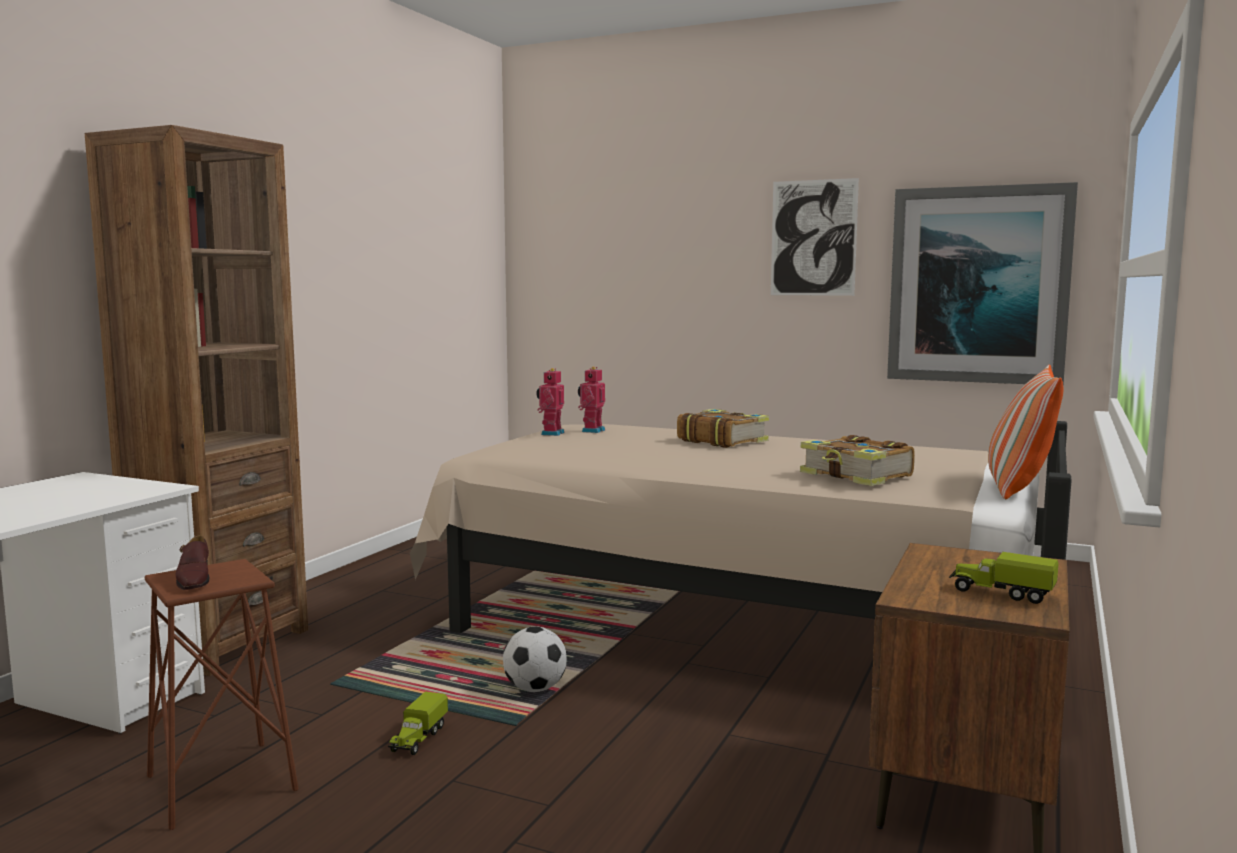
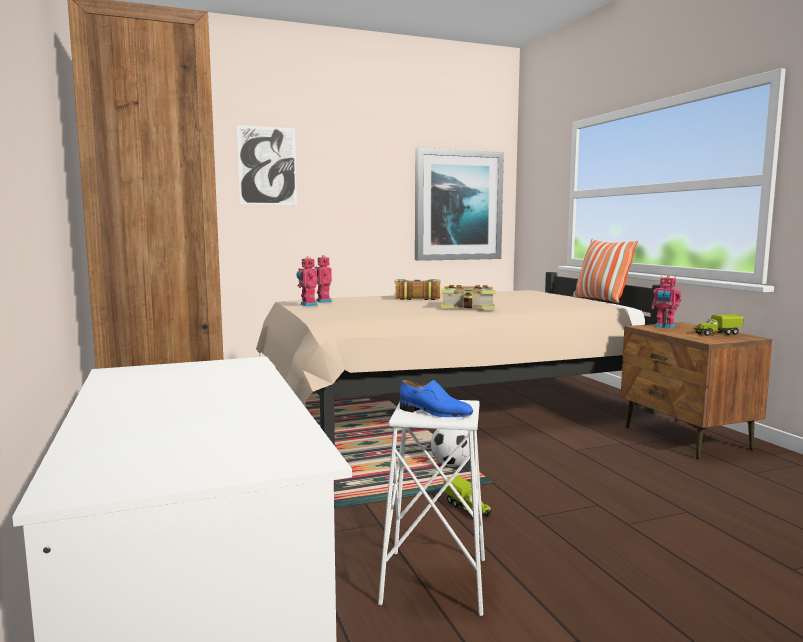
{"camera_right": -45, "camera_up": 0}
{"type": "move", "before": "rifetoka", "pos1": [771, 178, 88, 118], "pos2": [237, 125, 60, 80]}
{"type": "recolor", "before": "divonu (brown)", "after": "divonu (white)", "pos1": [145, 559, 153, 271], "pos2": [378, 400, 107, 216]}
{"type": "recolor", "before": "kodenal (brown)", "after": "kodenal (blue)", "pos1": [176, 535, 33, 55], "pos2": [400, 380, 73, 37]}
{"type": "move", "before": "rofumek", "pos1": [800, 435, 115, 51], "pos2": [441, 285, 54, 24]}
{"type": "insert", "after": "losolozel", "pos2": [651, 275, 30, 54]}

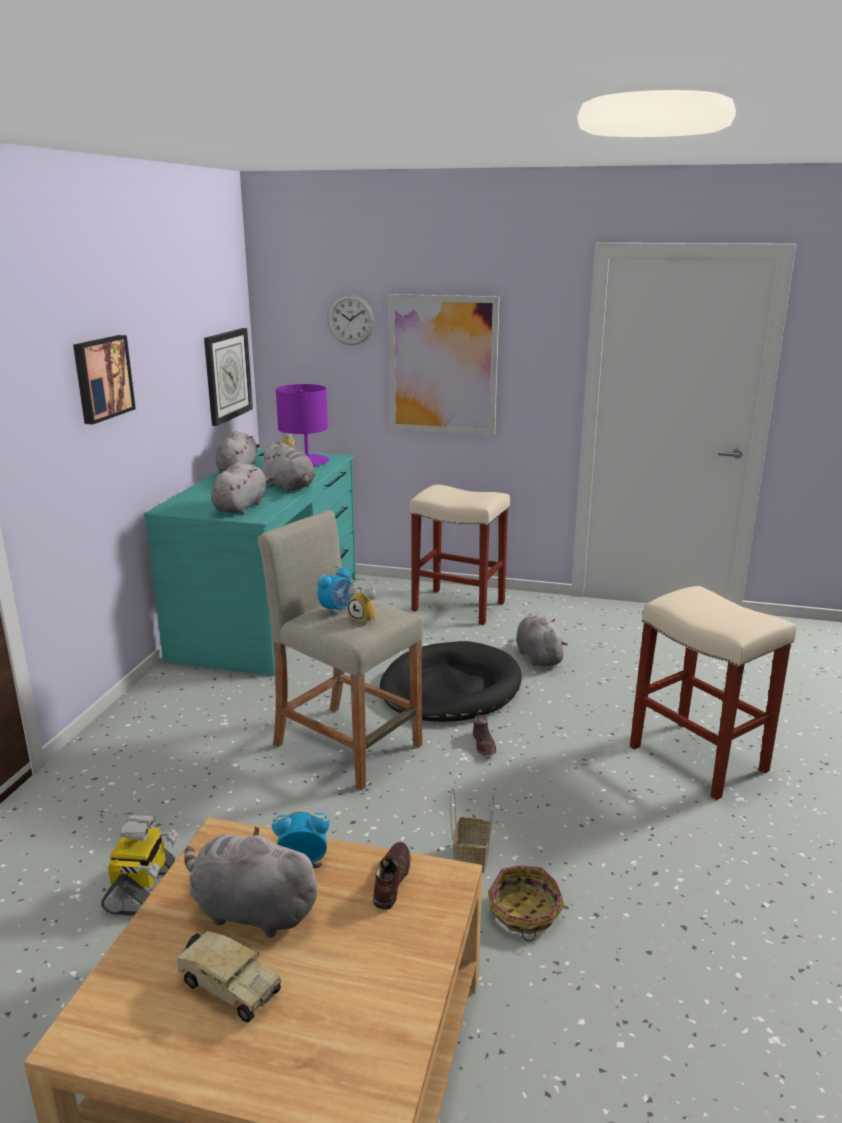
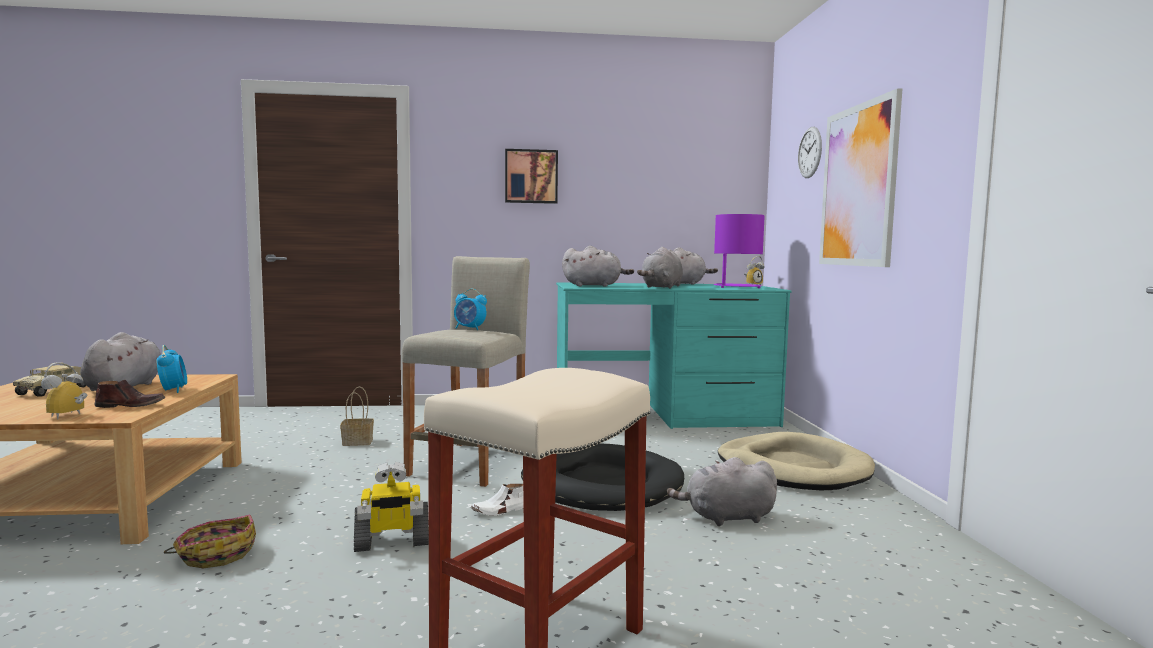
{"camera_right": 70, "camera_up": -15}
{"type": "move", "before": "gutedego", "pos1": [348, 577, 28, 48], "pos2": [41, 362, 46, 58]}
{"type": "move", "before": "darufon", "pos1": [450, 788, 44, 85], "pos2": [340, 386, 34, 60]}
{"type": "move", "before": "losolozel", "pos1": [101, 815, 77, 101], "pos2": [354, 462, 75, 90]}
{"type": "recolor", "before": "kodenal (brown)", "after": "kodenal (white)", "pos1": [473, 715, 23, 40], "pos2": [471, 484, 53, 32]}
{"type": "rotate", "before": "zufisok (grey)", "pos1": [516, 615, 52, 51], "pos2": [667, 457, 110, 69], "turn": -150}
{"type": "replace", "before": "divonu (beige)", "after": "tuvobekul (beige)", "pos1": [410, 484, 100, 141], "pos2": [718, 432, 157, 58]}
{"type": "delete", "before": "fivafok", "pos1": [204, 328, 49, 98]}

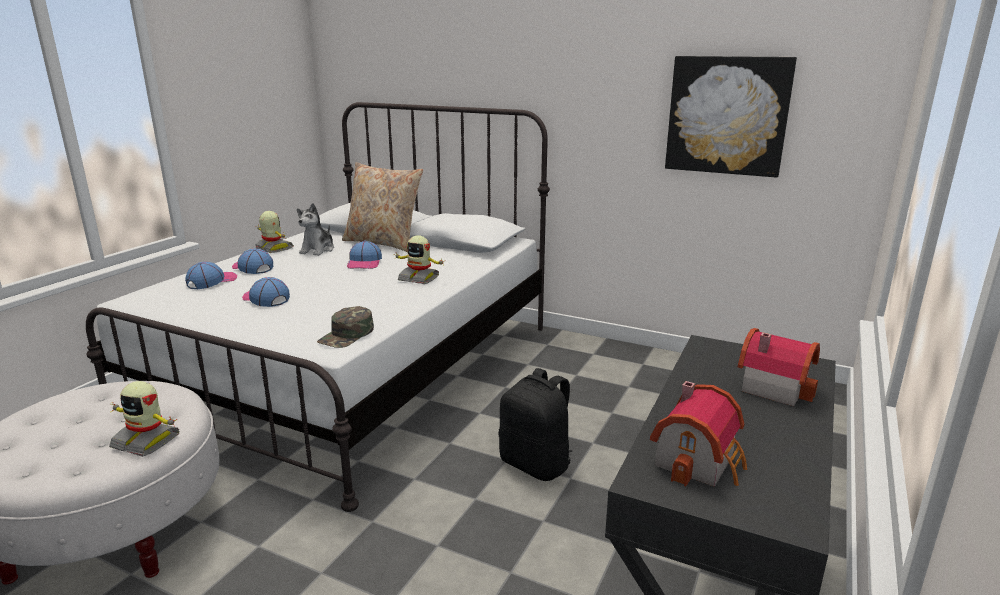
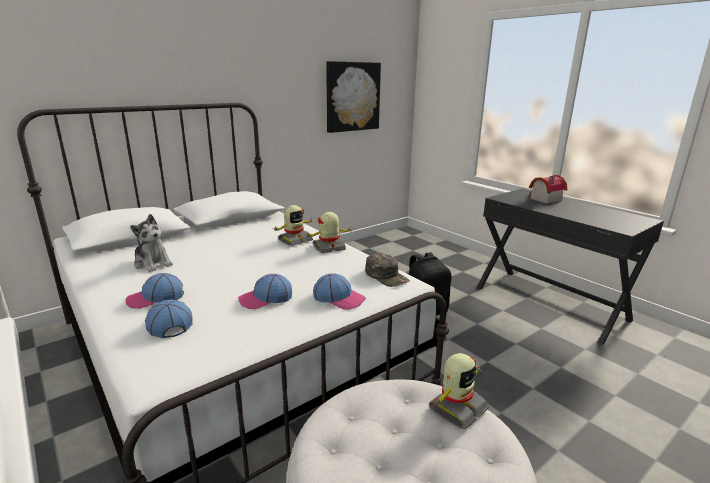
{"camera_right": -65, "camera_up": 0}
{"type": "move", "before": "losolozel", "pos1": [255, 211, 39, 42], "pos2": [305, 212, 47, 41]}
{"type": "move", "before": "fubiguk", "pos1": [347, 240, 35, 29], "pos2": [313, 273, 53, 37]}
{"type": "delete", "before": "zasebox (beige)", "pos1": [342, 162, 81, 90]}
{"type": "delete", "before": "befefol", "pos1": [650, 381, 97, 106]}

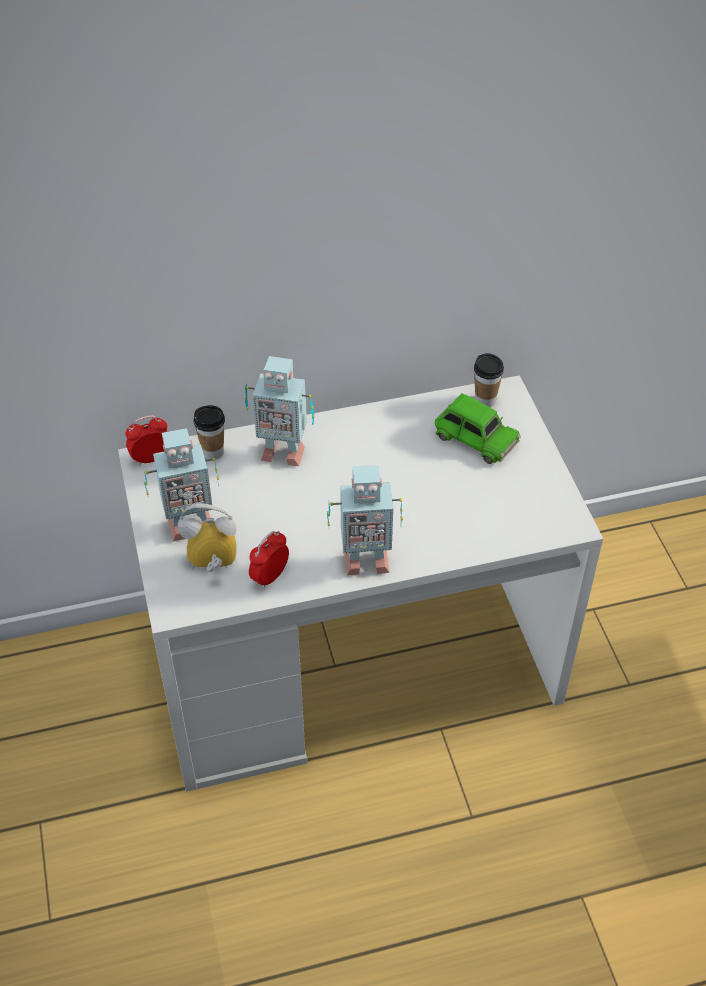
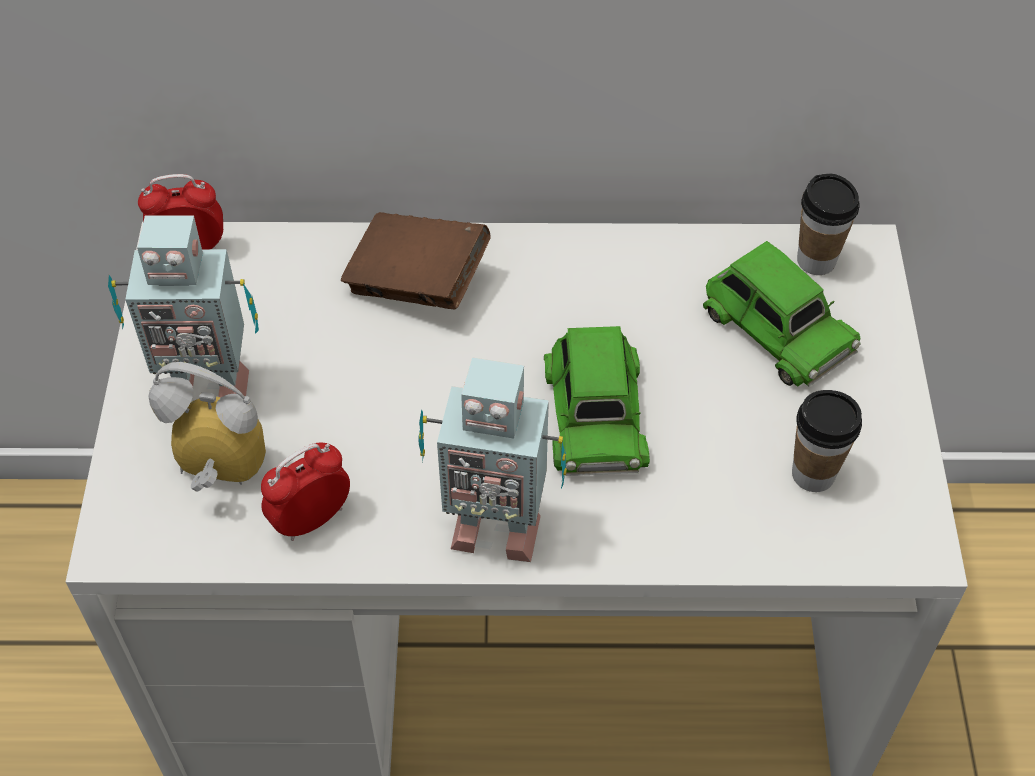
{"camera_right": 15, "camera_up": 5}
{"type": "replace", "before": "losolozel", "after": "rofumek (brown)", "pos1": [245, 356, 70, 110], "pos2": [341, 212, 149, 97]}
{"type": "insert", "after": "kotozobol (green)", "pos2": [544, 326, 106, 150]}
{"type": "move", "before": "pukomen", "pos1": [193, 405, 32, 55], "pos2": [792, 390, 70, 102]}

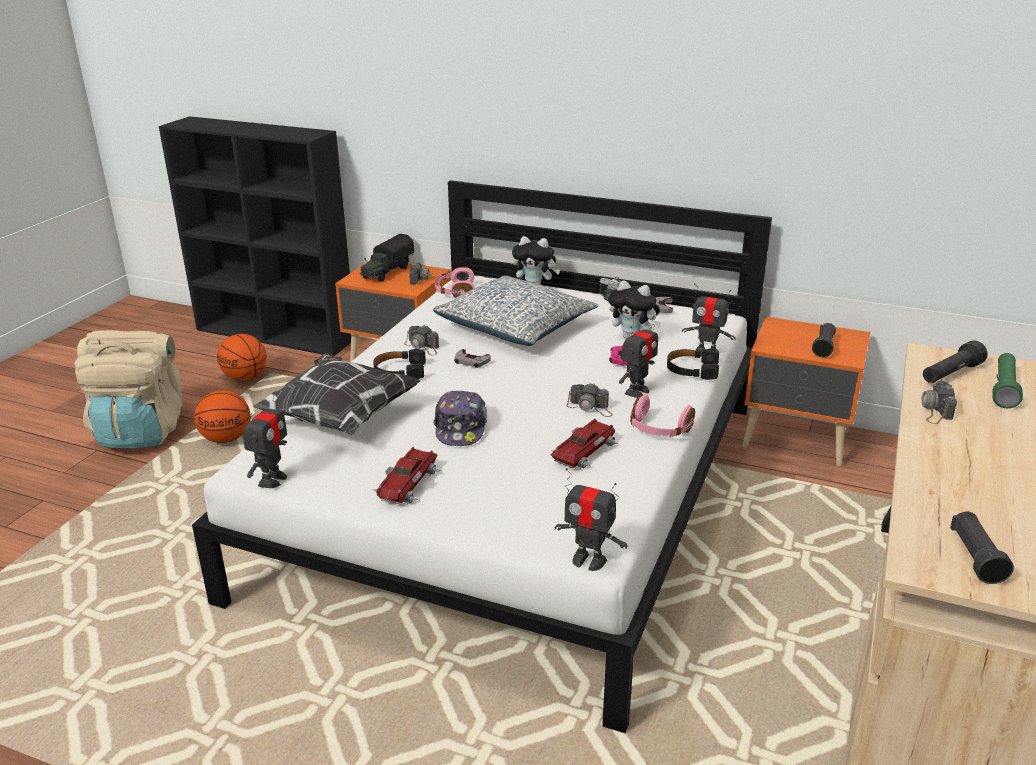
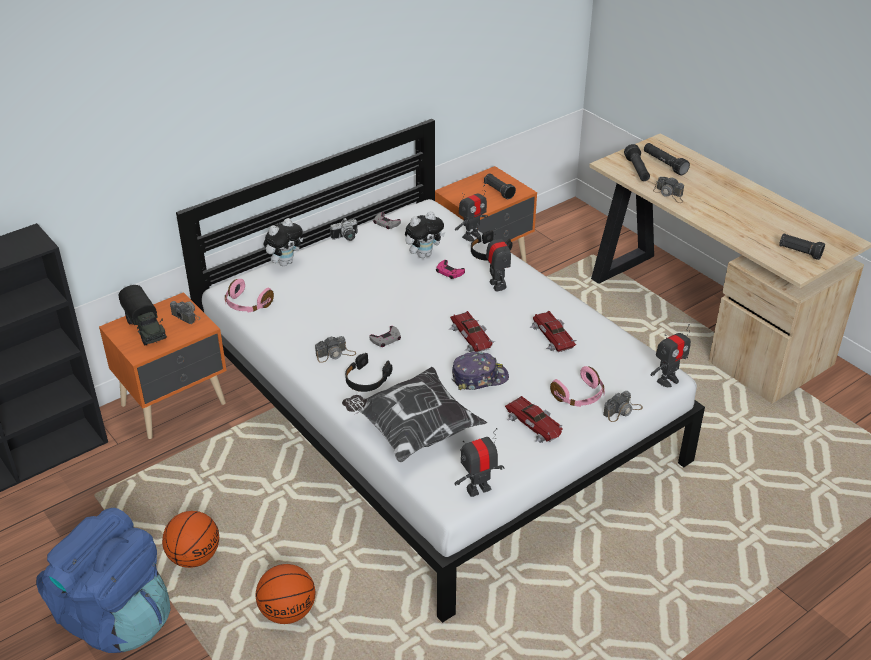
{"camera_right": -60, "camera_up": 10}
{"type": "recolor", "before": "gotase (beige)", "after": "gotase (blue)", "pos1": [75, 330, 107, 118], "pos2": [36, 508, 135, 145]}
{"type": "move", "before": "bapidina", "pos1": [217, 334, 50, 47], "pos2": [256, 564, 59, 60]}
{"type": "insert", "after": "kotozobol", "pos2": [449, 311, 46, 41]}
{"type": "rotate", "before": "fubiguk", "pos1": [433, 391, 54, 55], "pos2": [452, 352, 57, 38], "turn": -45}
{"type": "rotate", "before": "losolozel", "pos1": [243, 392, 44, 96], "pos2": [454, 428, 51, 69], "turn": -75}
{"type": "move", "before": "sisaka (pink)", "pos1": [630, 395, 65, 42], "pos2": [550, 366, 55, 41]}
{"type": "move", "before": "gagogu", "pos1": [567, 383, 46, 34], "pos2": [603, 391, 40, 31]}
{"type": "recolor", "before": "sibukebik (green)", "after": "sibukebik (black)", "pos1": [992, 353, 31, 55], "pos2": [644, 143, 46, 33]}
{"type": "delete", "before": "zasebox", "pos1": [433, 275, 165, 71]}

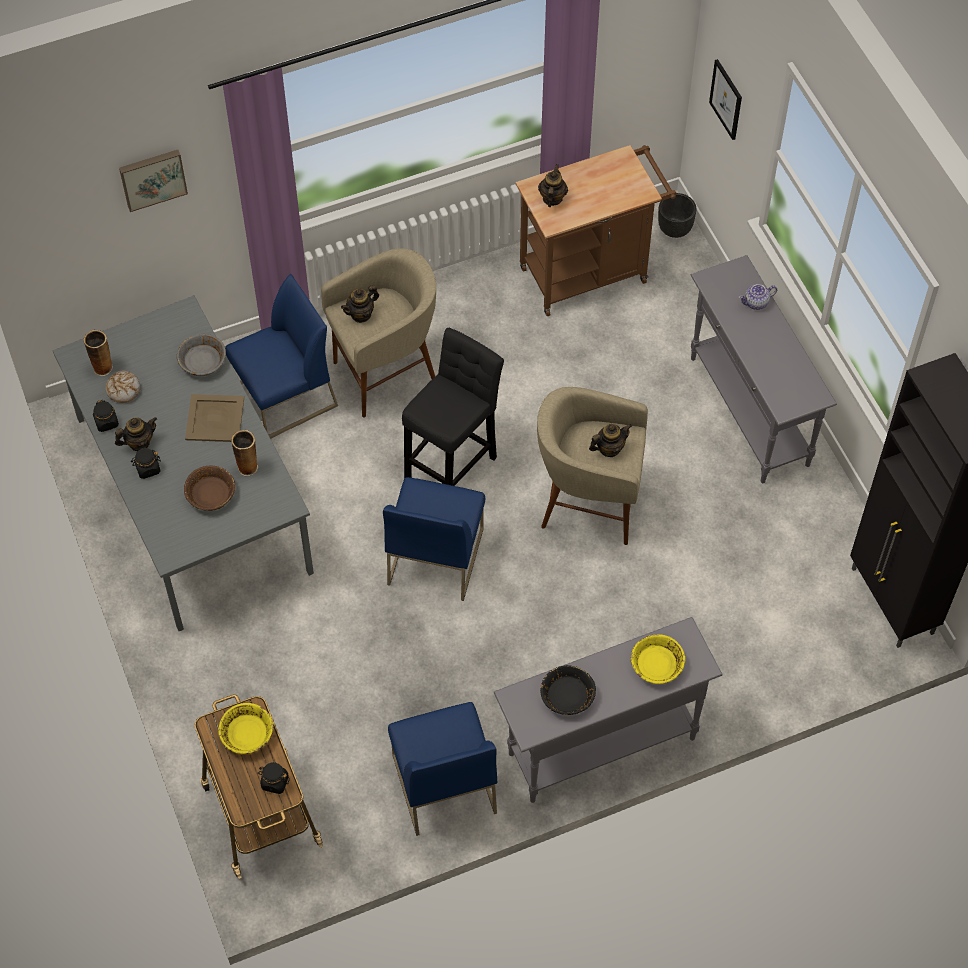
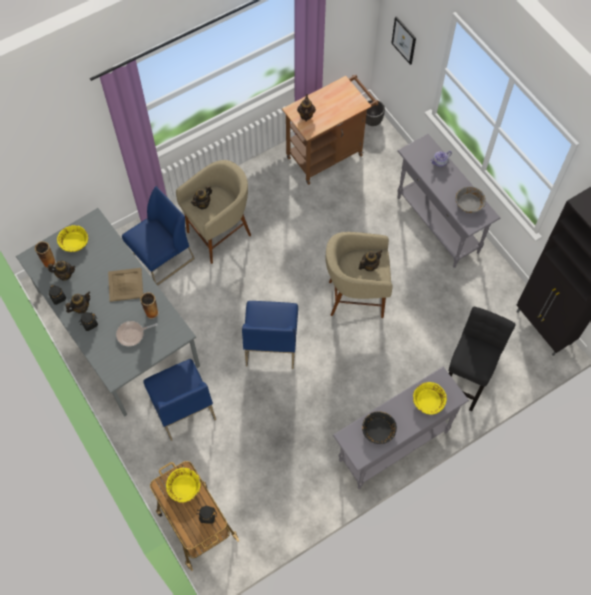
{"camera_right": -10, "camera_up": 5}
{"type": "replace", "before": "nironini", "after": "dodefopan", "pos1": [106, 371, 34, 32], "pos2": [48, 261, 27, 20]}
{"type": "insert", "after": "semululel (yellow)", "pos2": [57, 225, 31, 27]}
{"type": "replace", "before": "semululel (brown)", "after": "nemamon", "pos1": [184, 466, 51, 45], "pos2": [116, 321, 42, 25]}
{"type": "move", "before": "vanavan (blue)", "pos1": [388, 702, 109, 134], "pos2": [143, 359, 73, 82]}
{"type": "move", "before": "divonu (black)", "pos1": [402, 328, 102, 158], "pos2": [449, 306, 67, 105]}
{"type": "move", "before": "semululel (grey)", "pos1": [177, 334, 49, 42], "pos2": [455, 186, 31, 27]}
{"type": "delete", "before": "rifetoka", "pos1": [119, 150, 69, 62]}

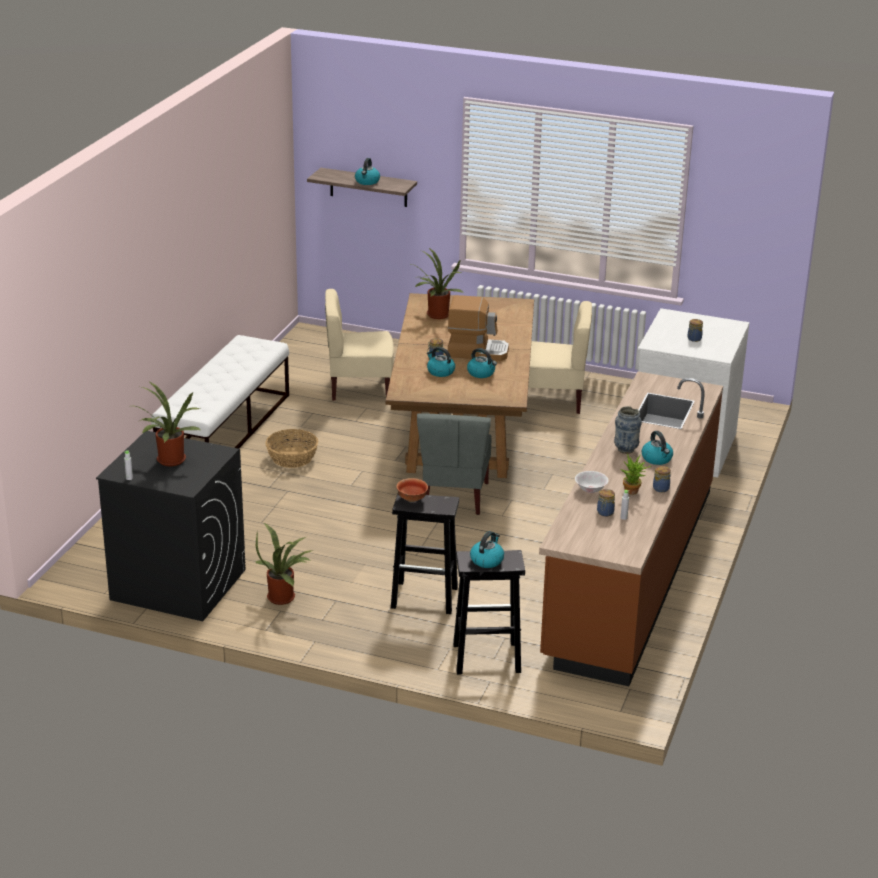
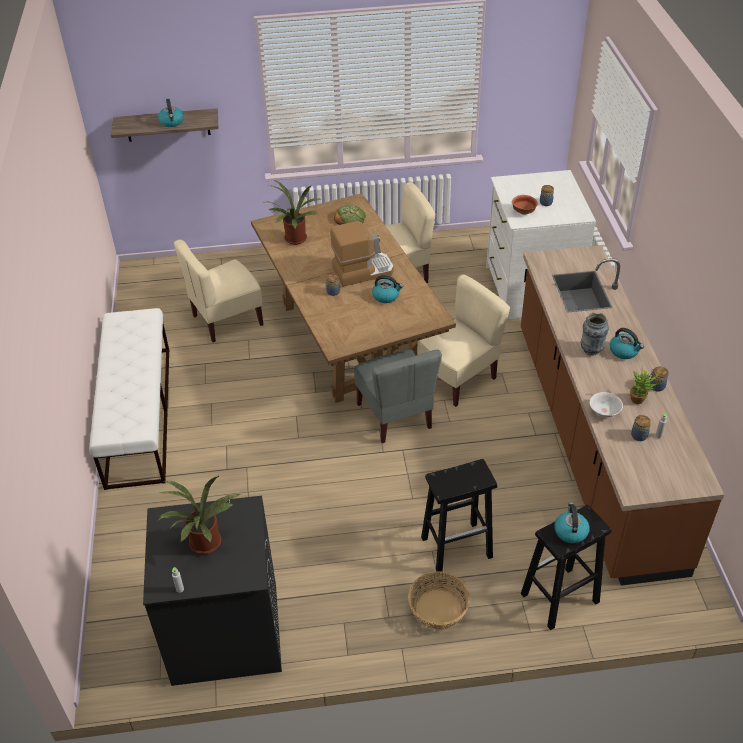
{"camera_right": -25, "camera_up": 15}
{"type": "insert", "after": "nironini", "pos2": [334, 204, 32, 21]}
{"type": "move", "before": "darufon", "pos1": [265, 429, 53, 39], "pos2": [408, 571, 62, 59]}
{"type": "insert", "after": "vanavan (beige)", "pos2": [417, 274, 93, 133]}
{"type": "move", "before": "semululel", "pos1": [396, 478, 32, 24], "pos2": [512, 195, 26, 20]}
{"type": "delete", "before": "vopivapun", "pos1": [256, 523, 56, 82]}
{"type": "delete", "before": "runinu", "pos1": [427, 347, 28, 30]}

